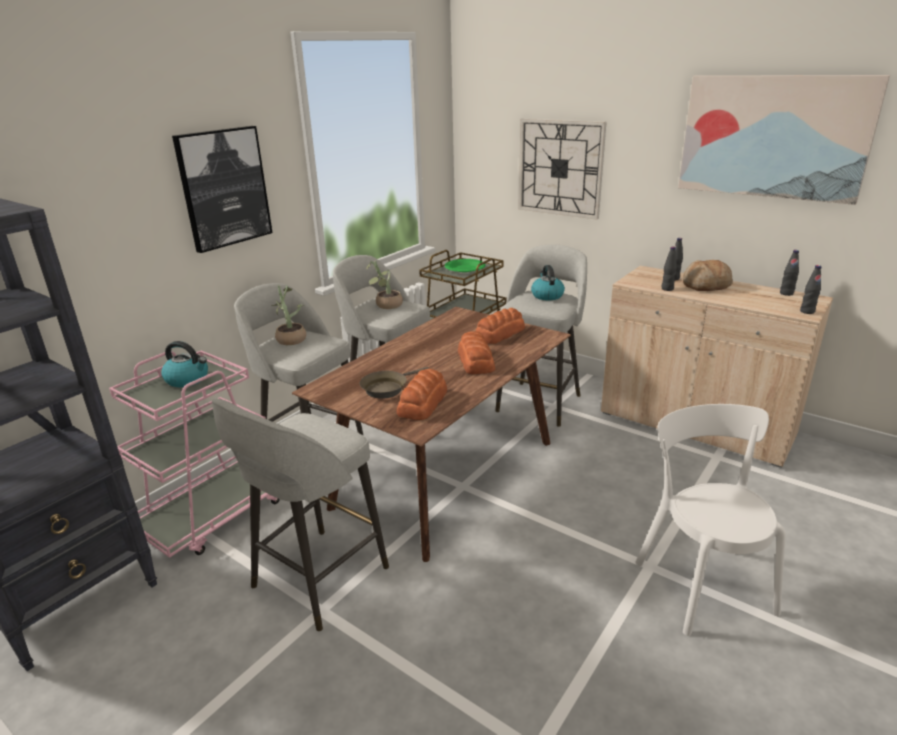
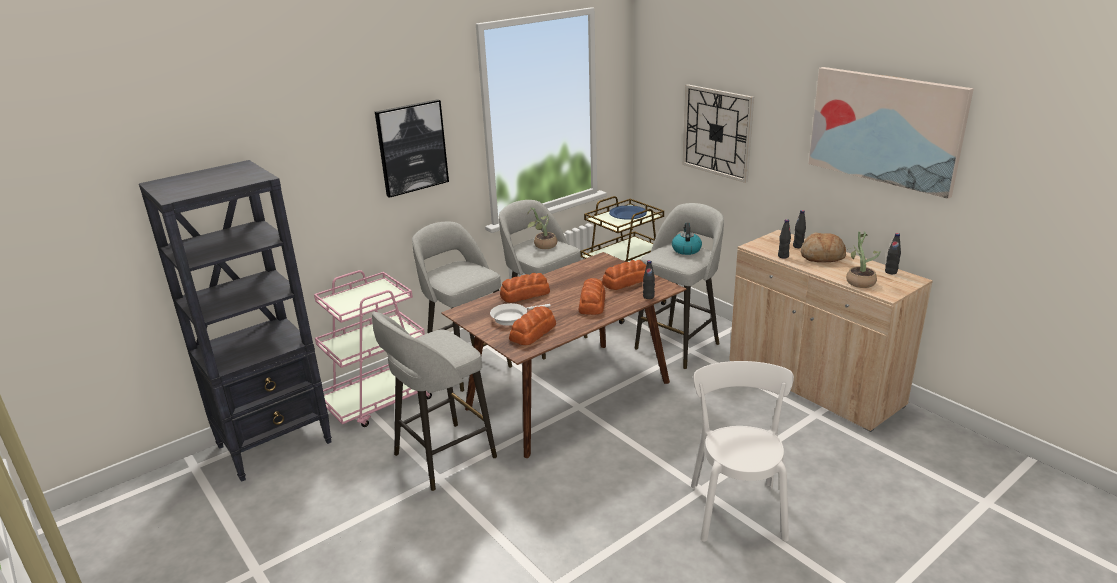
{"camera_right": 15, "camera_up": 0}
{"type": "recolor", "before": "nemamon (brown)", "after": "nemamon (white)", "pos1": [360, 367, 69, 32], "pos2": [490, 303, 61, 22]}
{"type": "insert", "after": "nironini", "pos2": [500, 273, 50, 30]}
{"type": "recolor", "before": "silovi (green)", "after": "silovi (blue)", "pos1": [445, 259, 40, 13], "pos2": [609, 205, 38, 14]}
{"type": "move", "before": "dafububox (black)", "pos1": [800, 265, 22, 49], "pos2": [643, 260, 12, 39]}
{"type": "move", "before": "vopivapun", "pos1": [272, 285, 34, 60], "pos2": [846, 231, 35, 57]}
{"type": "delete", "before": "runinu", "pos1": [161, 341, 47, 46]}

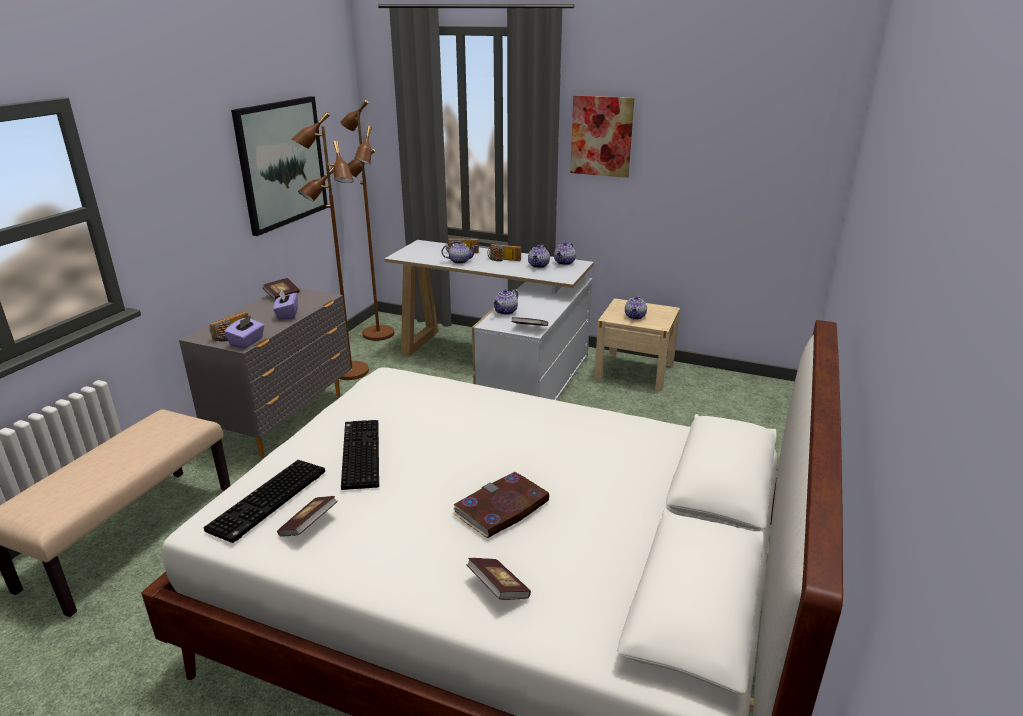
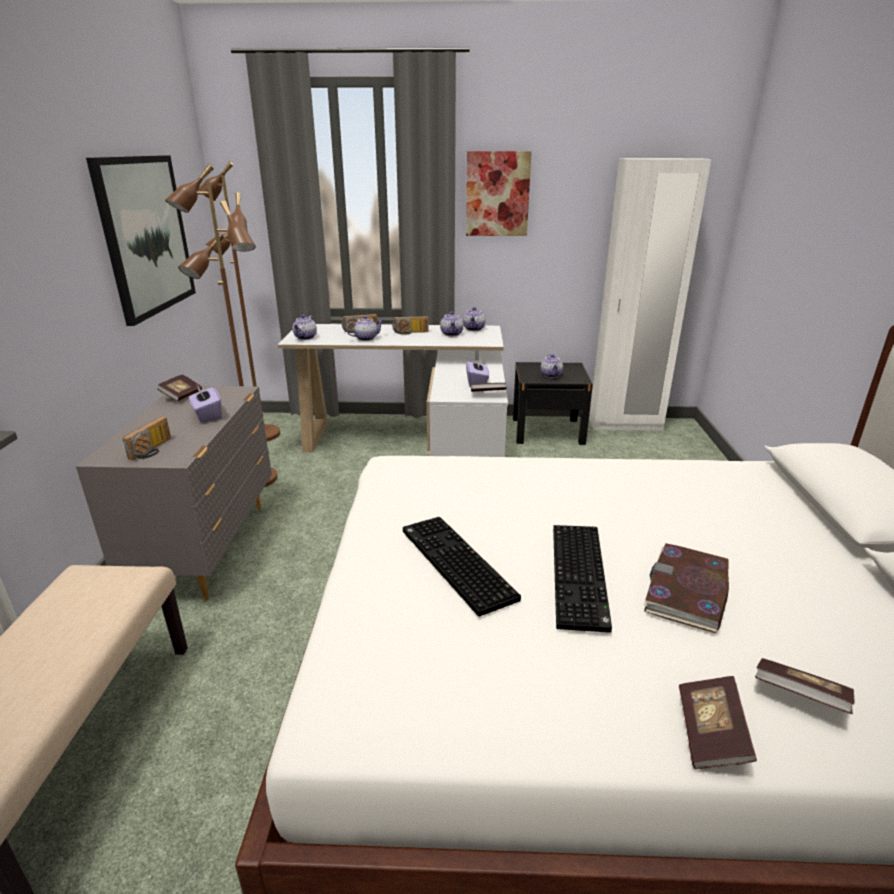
{"camera_right": -20, "camera_up": 0}
{"type": "move", "before": "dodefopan", "pos1": [493, 289, 25, 26], "pos2": [293, 315, 24, 25]}
{"type": "move", "before": "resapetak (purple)", "pos1": [224, 315, 41, 34], "pos2": [466, 358, 23, 29]}
{"type": "recolor", "before": "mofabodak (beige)", "after": "mofabodak (black)", "pos1": [594, 298, 86, 93], "pos2": [513, 362, 80, 83]}
{"type": "move", "before": "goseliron", "pos1": [203, 460, 122, 83], "pos2": [553, 525, 59, 108]}
{"type": "insert", "after": "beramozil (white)", "pos2": [589, 158, 122, 273]}
{"type": "move", "before": "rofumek", "pos1": [277, 496, 61, 40], "pos2": [679, 676, 78, 93]}

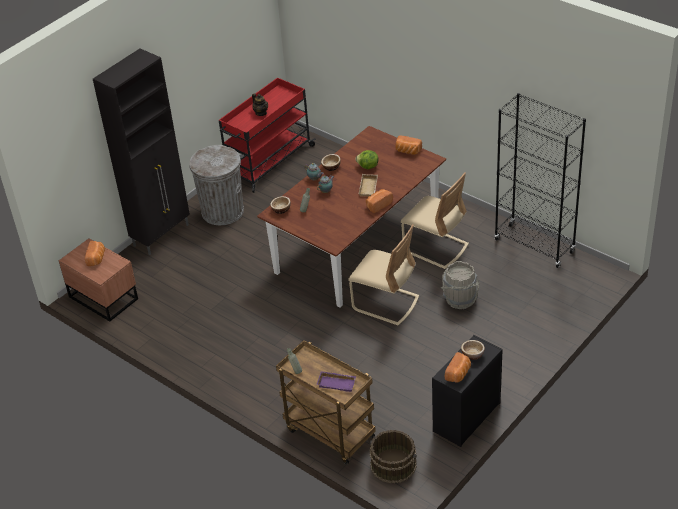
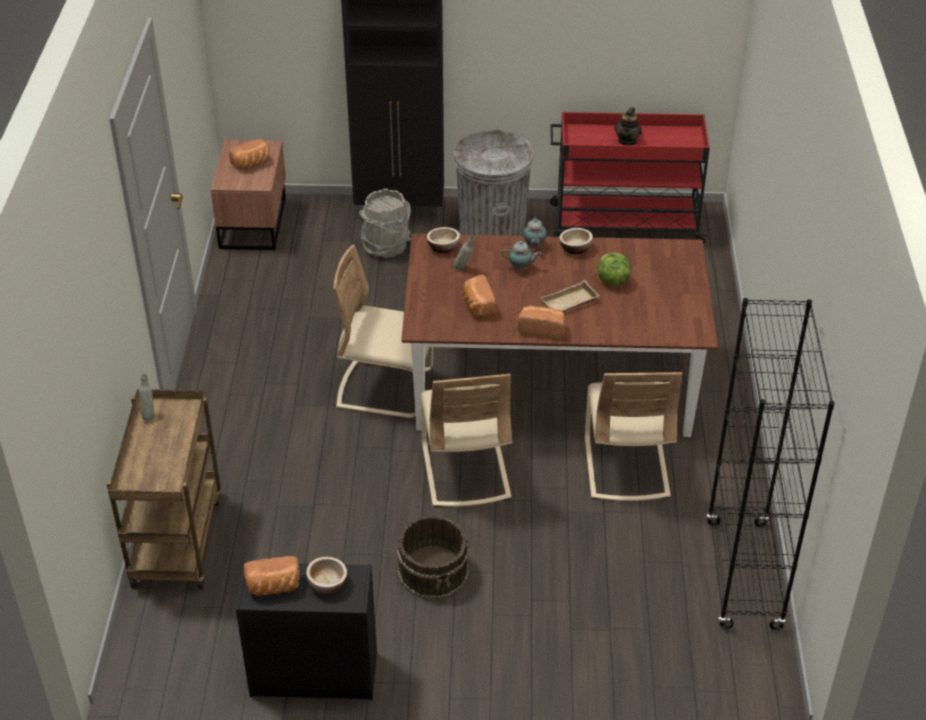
{"camera_right": 50, "camera_up": 0}
{"type": "insert", "after": "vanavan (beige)", "pos2": [333, 245, 101, 173]}
{"type": "move", "before": "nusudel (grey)", "pos1": [441, 261, 38, 48], "pos2": [359, 189, 52, 69]}
{"type": "move", "before": "nusudel (brown)", "pos1": [369, 430, 48, 54], "pos2": [397, 515, 72, 85]}
{"type": "move", "before": "nironini", "pos1": [395, 135, 27, 20], "pos2": [462, 275, 34, 42]}
{"type": "delete", "before": "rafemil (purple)", "pos1": [317, 371, 39, 21]}

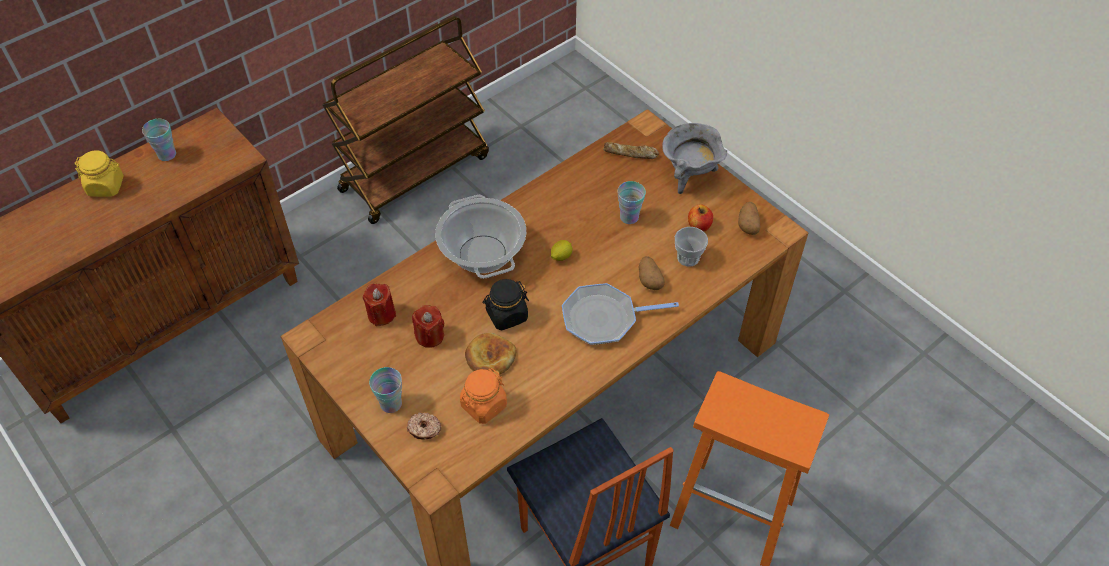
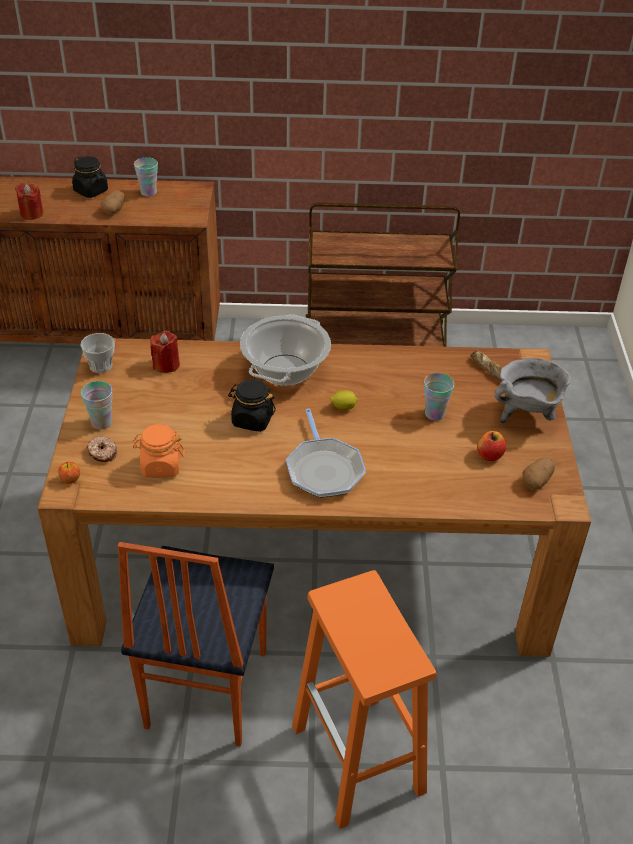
{"camera_right": 40, "camera_up": -10}
{"type": "move", "before": "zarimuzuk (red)", "pos1": [412, 305, 32, 43], "pos2": [15, 183, 28, 37]}
{"type": "insert", "after": "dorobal", "pos2": [58, 462, 22, 22]}
{"type": "recolor", "before": "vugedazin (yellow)", "after": "vugedazin (black)", "pos1": [74, 150, 50, 47], "pos2": [72, 156, 36, 42]}
{"type": "move", "before": "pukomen", "pos1": [675, 227, 33, 40], "pos2": [80, 333, 35, 40]}
{"type": "move", "before": "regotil", "pos1": [639, 256, 26, 34], "pos2": [101, 190, 24, 24]}
{"type": "rotate", "before": "nemamon", "pos1": [562, 283, 117, 62], "pos2": [286, 409, 80, 89], "turn": -135}
{"type": "delete", "before": "nironini", "pos1": [465, 333, 51, 41]}

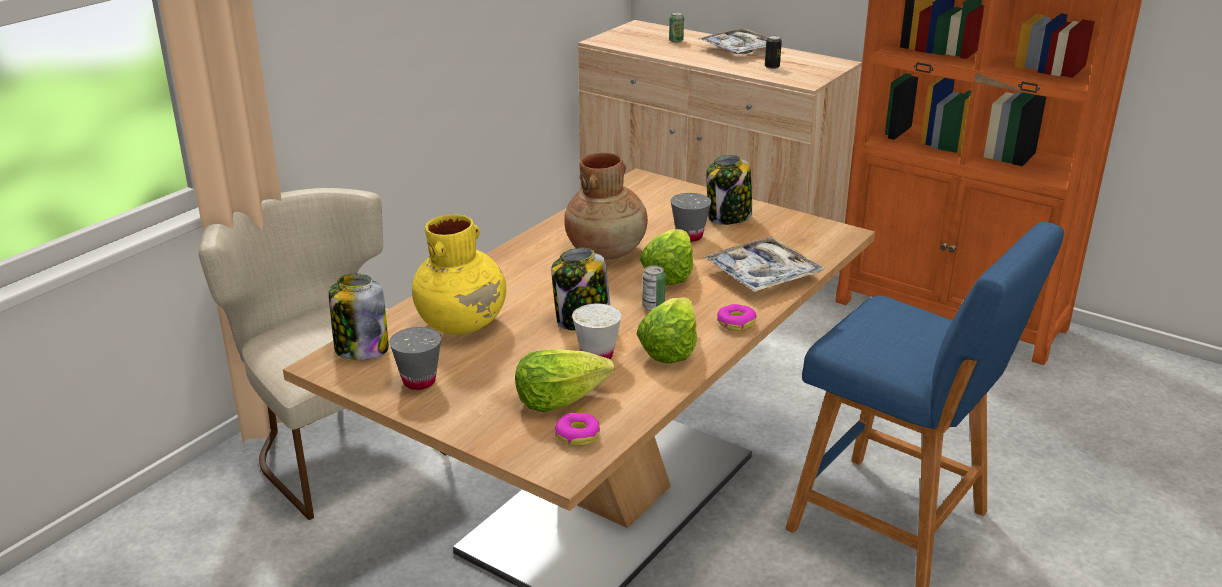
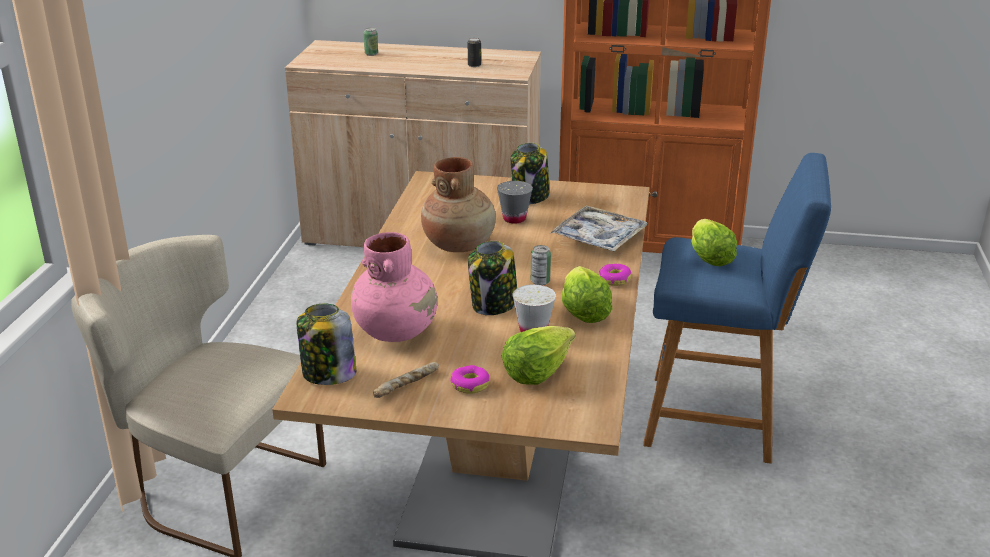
{"camera_right": -25, "camera_up": 0}
{"type": "recolor", "before": "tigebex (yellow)", "after": "tigebex (pink)", "pos1": [412, 215, 94, 119], "pos2": [351, 232, 87, 110]}
{"type": "replace", "before": "pukomen (grey)", "after": "nironini", "pos1": [389, 327, 52, 63], "pos2": [373, 362, 66, 36]}
{"type": "move", "before": "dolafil", "pos1": [555, 413, 45, 33], "pos2": [450, 365, 40, 29]}
{"type": "move", "before": "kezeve", "pos1": [640, 229, 53, 56], "pos2": [692, 219, 45, 47]}
{"type": "delete", "before": "rafemil", "pos1": [700, 28, 68, 26]}

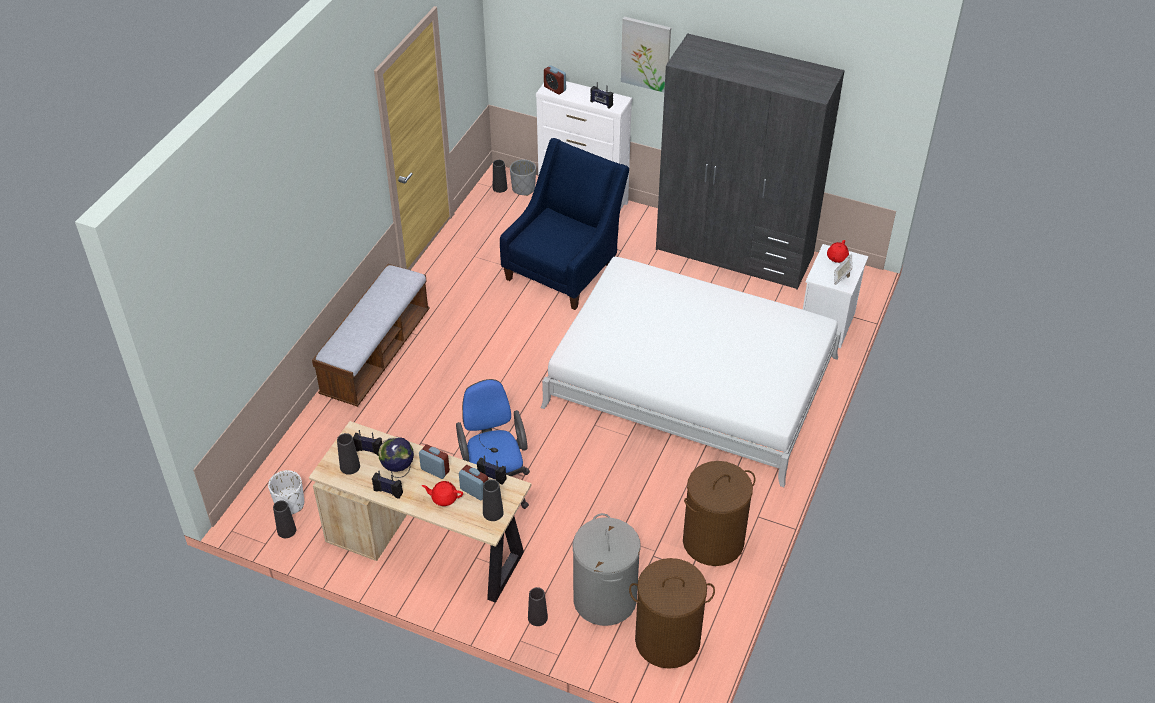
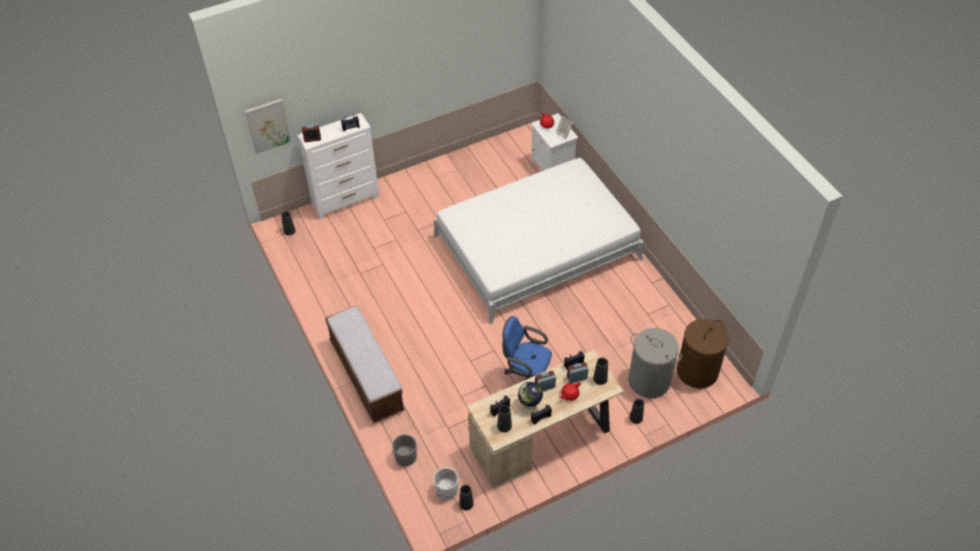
{"camera_right": -50, "camera_up": 5}
{"type": "move", "before": "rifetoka", "pos1": [621, 17, 50, 76], "pos2": [245, 99, 46, 55]}
{"type": "move", "before": "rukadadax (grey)", "pos1": [510, 160, 26, 36], "pos2": [392, 434, 25, 32]}
{"type": "delete", "before": "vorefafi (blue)", "pos1": [500, 138, 129, 172]}
{"type": "delete", "before": "beramozil (grey)", "pos1": [656, 33, 189, 257]}
{"type": "delete", "before": "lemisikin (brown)", "pos1": [683, 461, 72, 105]}

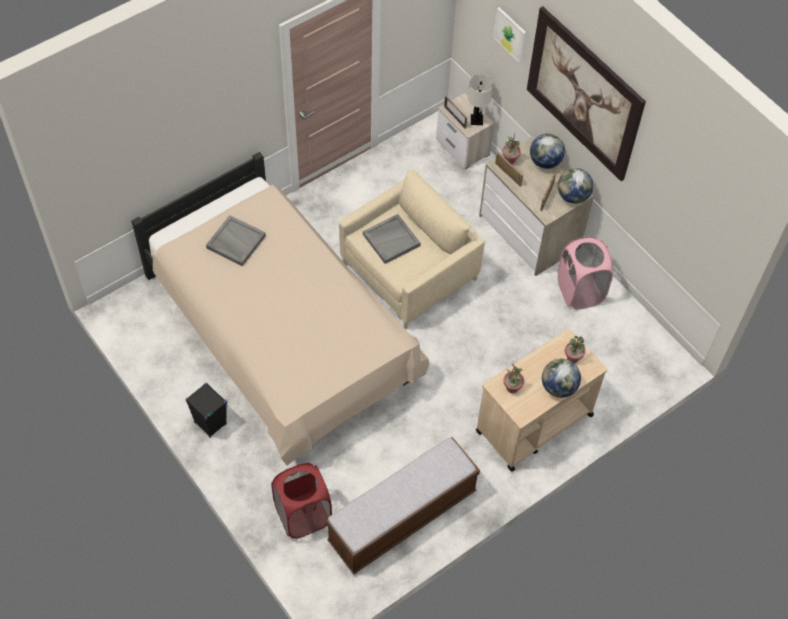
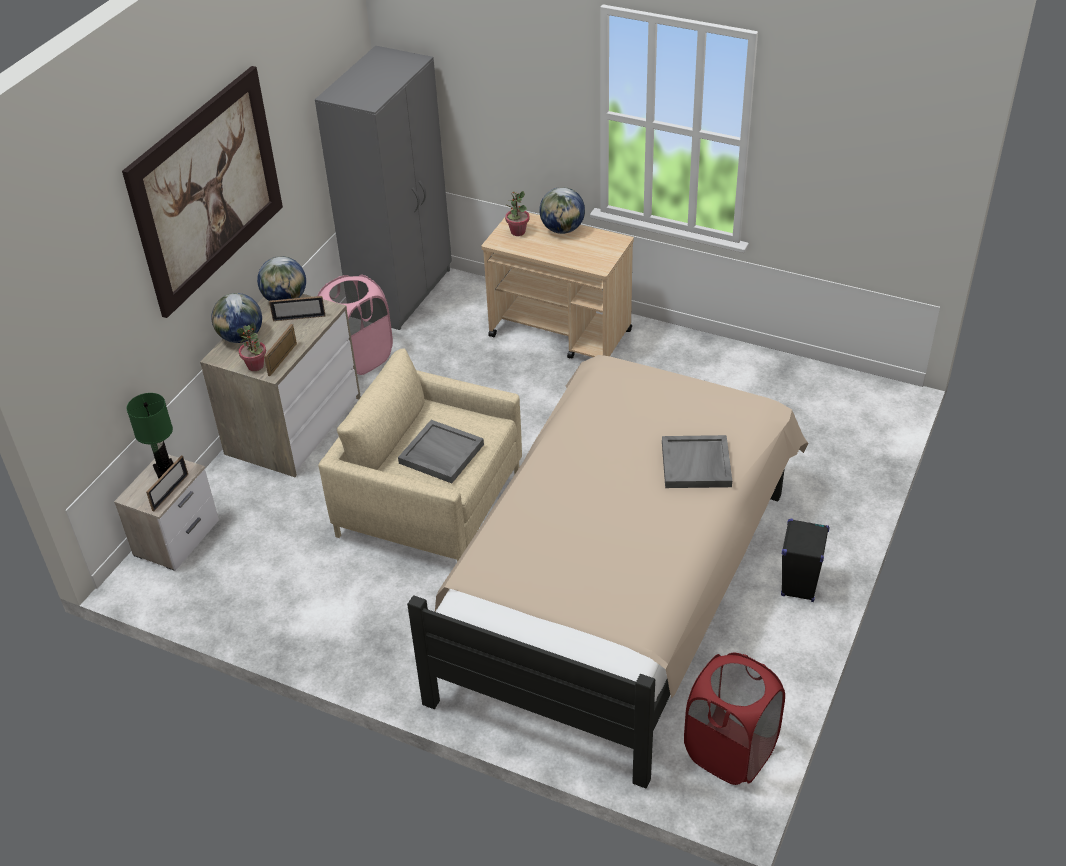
{"camera_right": -115, "camera_up": -15}
{"type": "recolor", "before": "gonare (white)", "after": "gonare (green)", "pos1": [468, 74, 25, 51], "pos2": [127, 393, 46, 86]}
{"type": "insert", "after": "beramozil (grey)", "pos2": [315, 46, 137, 284]}
{"type": "move", "before": "rafemil (grey)", "pos1": [206, 215, 60, 51], "pos2": [662, 435, 70, 53]}
{"type": "move", "before": "lemisikin (red)", "pos1": [271, 463, 61, 76], "pos2": [684, 653, 101, 132]}
{"type": "delete", "before": "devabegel", "pos1": [326, 437, 154, 138]}
{"type": "delete", "before": "rifetoka", "pos1": [494, 7, 32, 56]}
{"type": "delete", "before": "vopivapun", "pos1": [503, 364, 21, 29]}

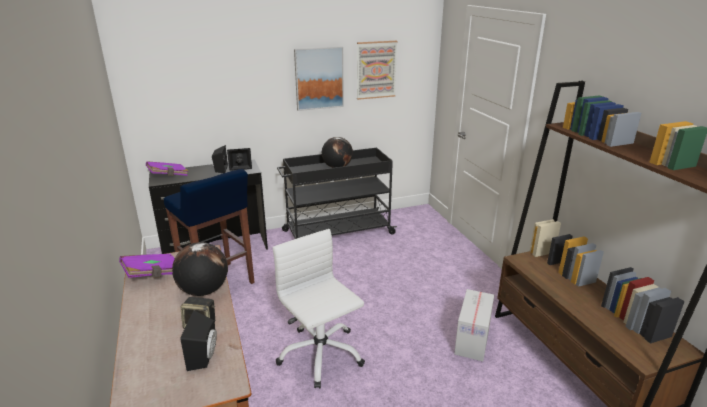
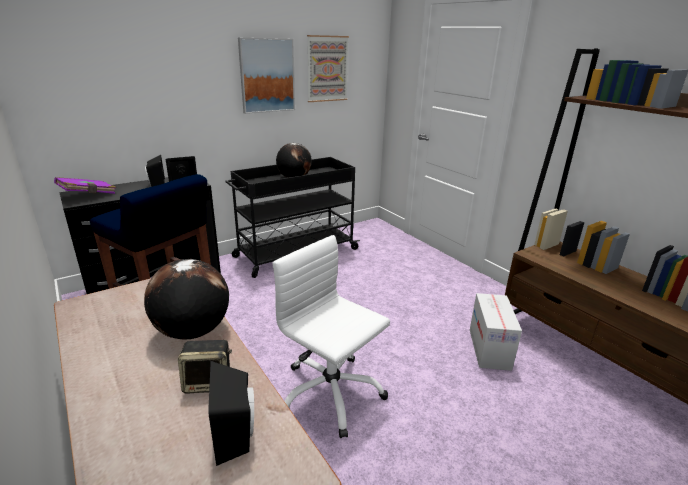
{"camera_right": -15, "camera_up": 0}
{"type": "delete", "before": "rofumek (purple)", "pos1": [119, 254, 56, 24]}

